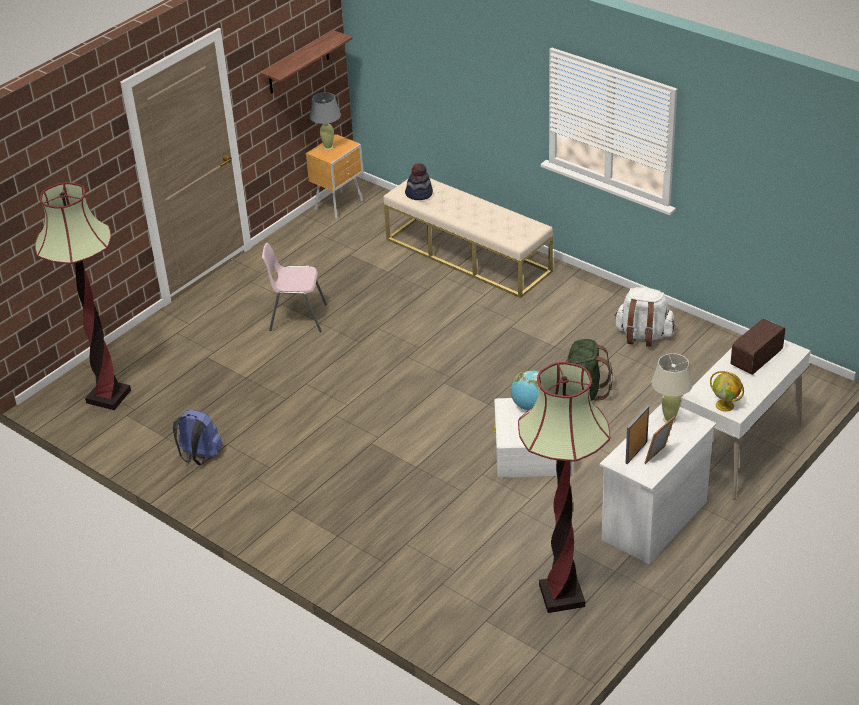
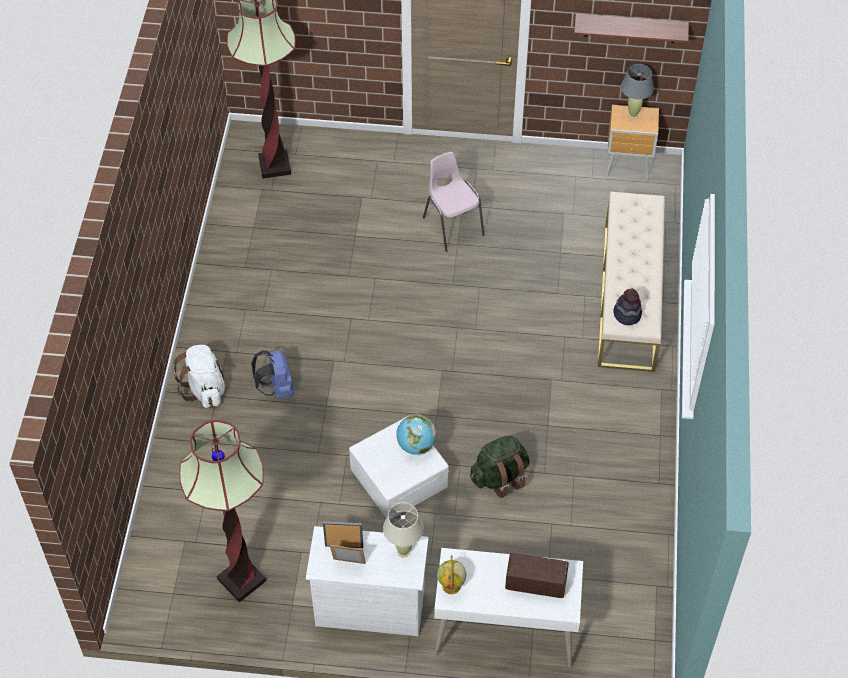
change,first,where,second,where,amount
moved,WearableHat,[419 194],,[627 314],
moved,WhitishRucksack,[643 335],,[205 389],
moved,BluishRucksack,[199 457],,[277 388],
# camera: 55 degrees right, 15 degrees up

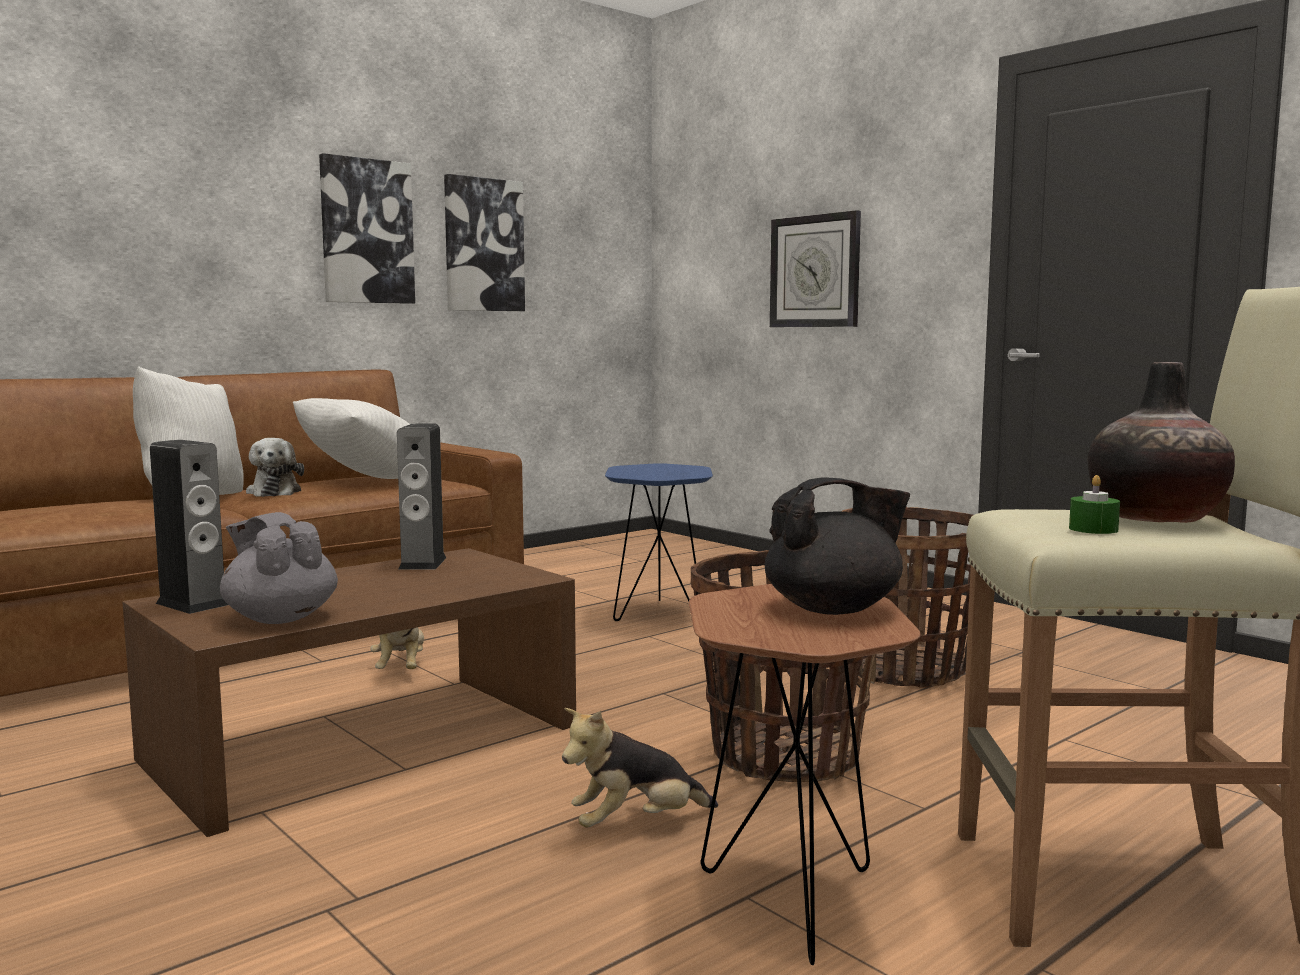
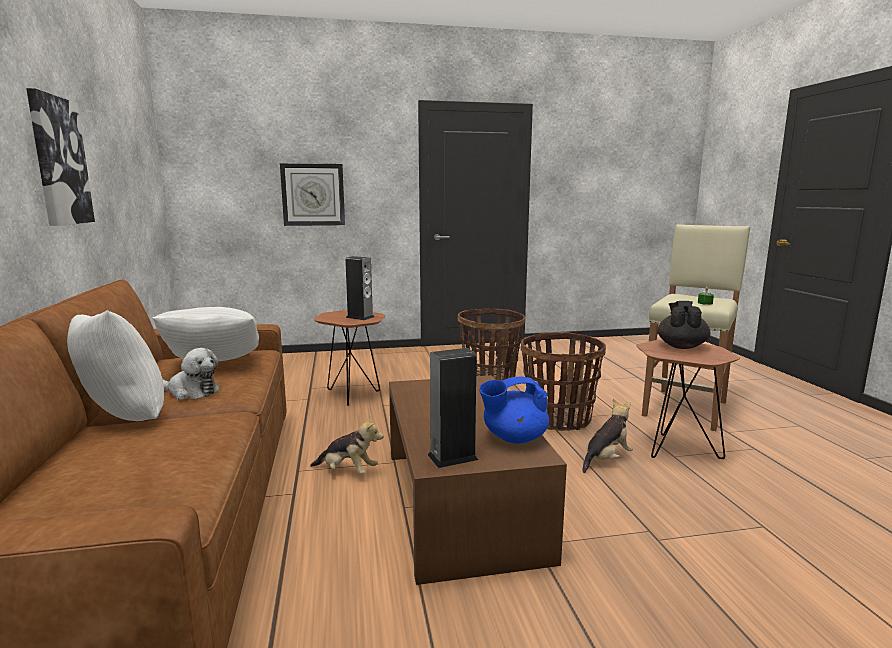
change,first,where,second,where,amount
removed,WallPicture,[483 245],,,
removed,DecorativeVase,[1156 517],,,
moved,Loudspeaker,[423 563],,[360 317],
recoloured,BluishSideTable,[658 615],BrownColouredSideTable,[353 395],
recoloured,GrayTeapot,[280 618],BluishTeapot,[513 438],
turned,SoftToy,[636 824],,[606 459],135 degrees counterclockwise
# camera: 60 degrees left, 5 degrees up

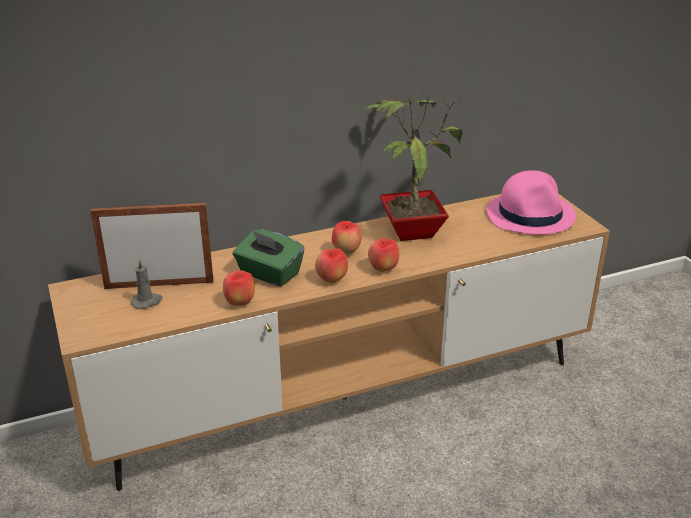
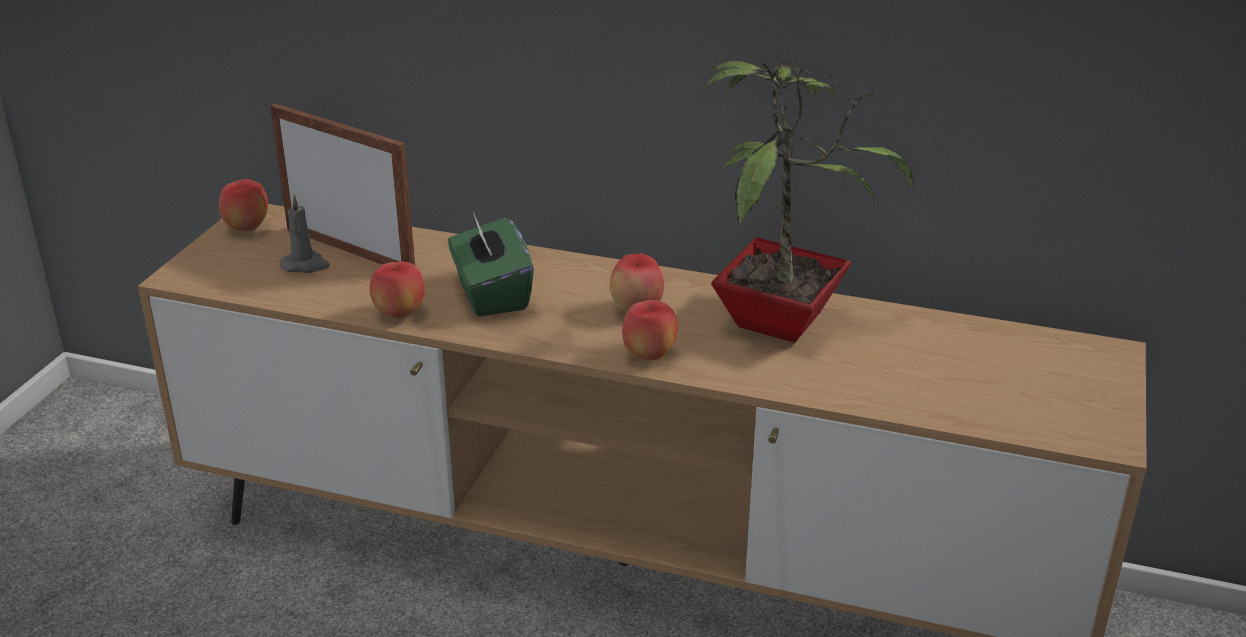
change,first,where,second,where,amount
removed,PinkWearableHat,[530 214],,,
moved,WholeApple,[331 280],,[247 228],
# camera: 40 degrees right, 0 degrees up

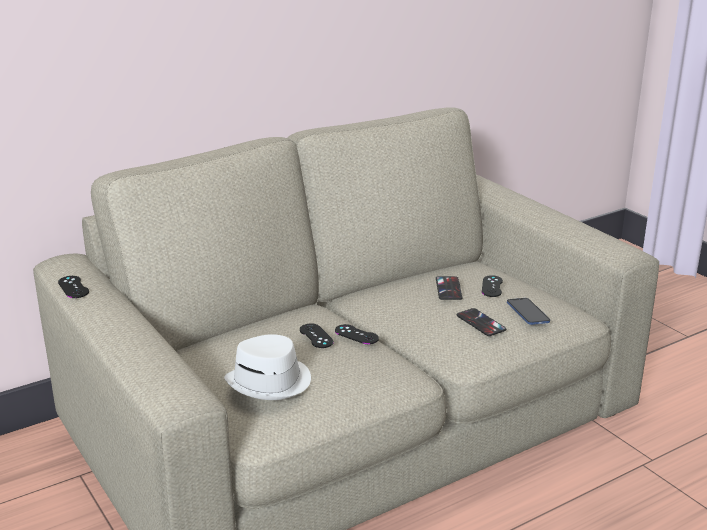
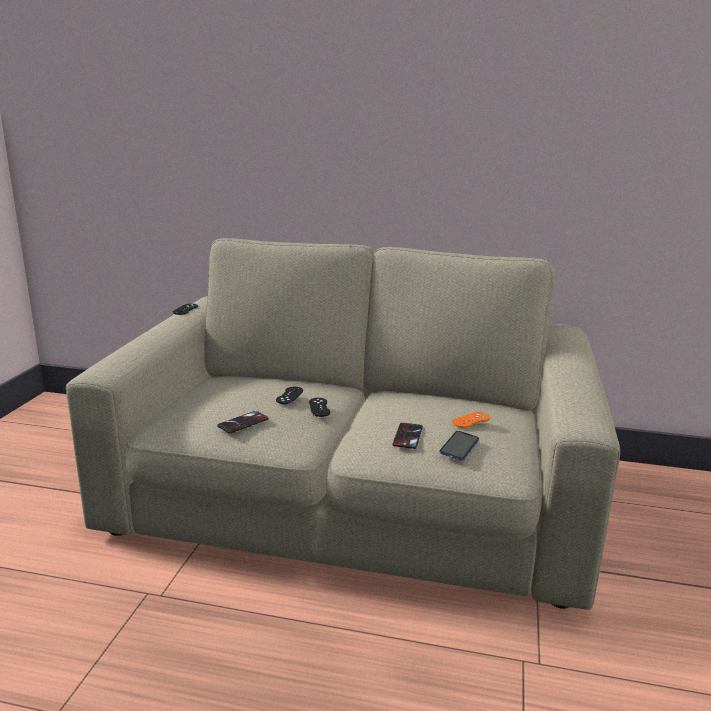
change,first,where,second,where,amount
recoloured,BlackColouredGameController,[492 286],OrangeyGameController,[471 420],
moved,Phone,[448 288],,[243 422],
removed,WhitishWearableHat,[270 382],,,
# camera: 45 degrees right, 5 degrees down

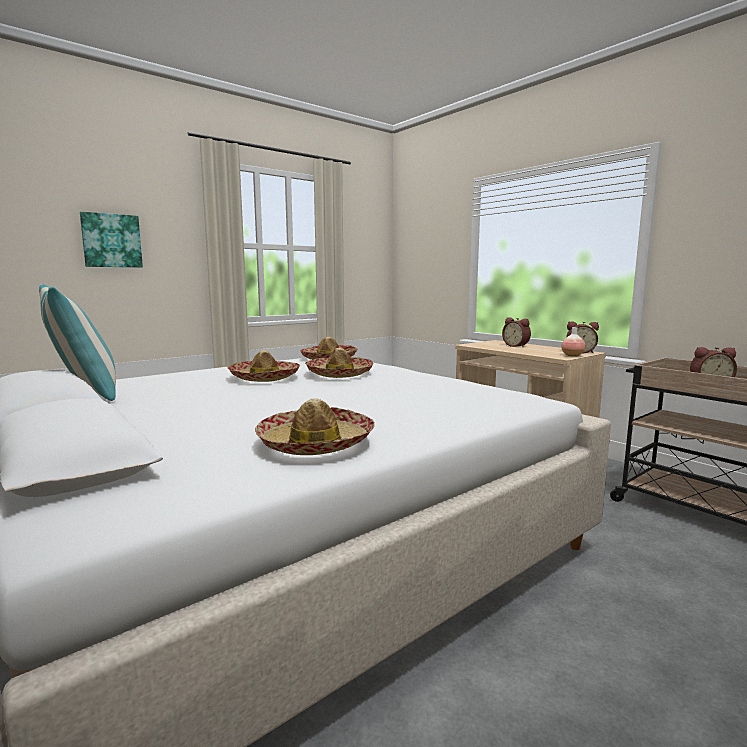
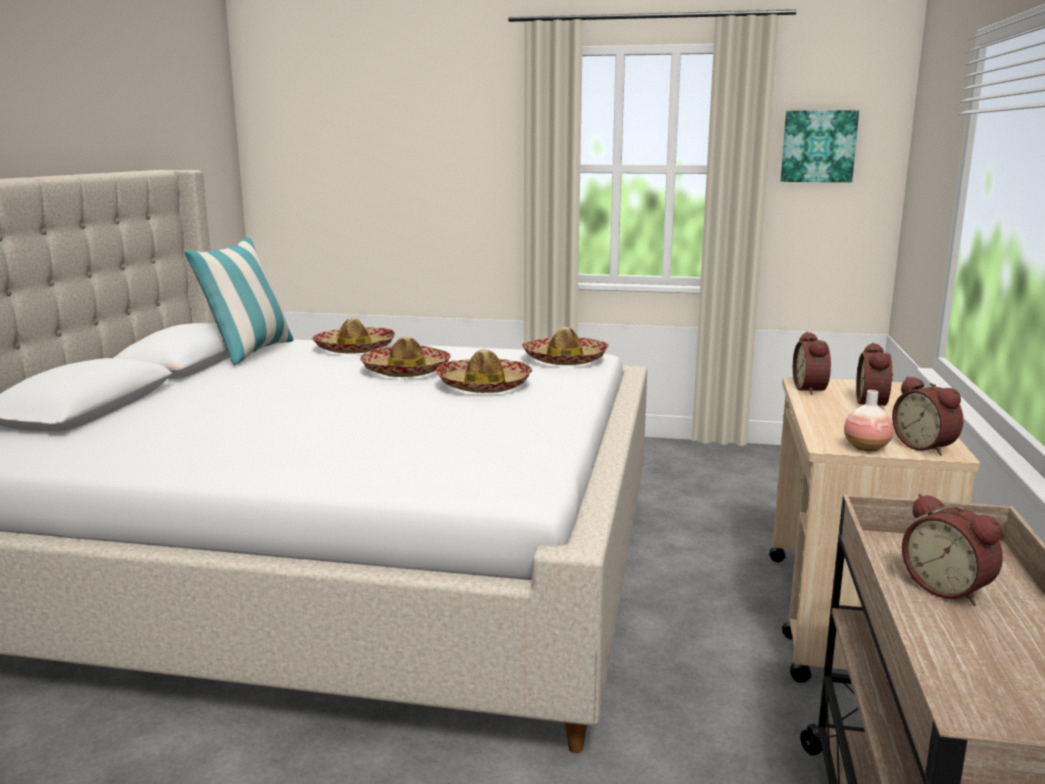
change,first,where,second,where,amount
moved,WallPicture,[111 240],,[818 146],
moved,WearableHat,[315 443],,[355 349],
added,,,BedsideClock,[812 389],
# camera: 50 degrees right, 5 degrees up

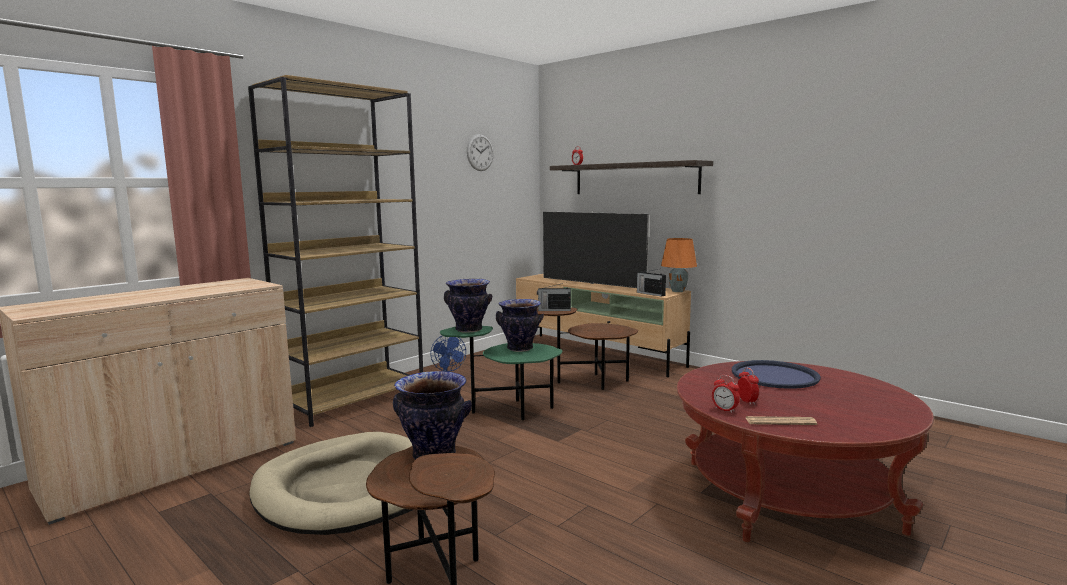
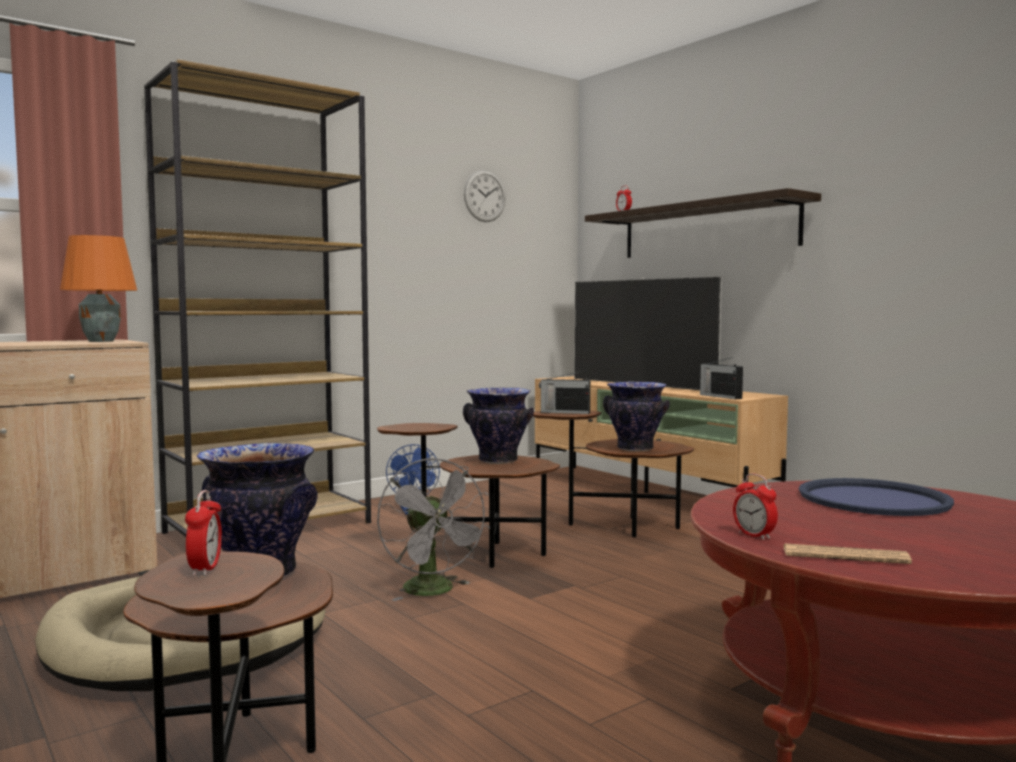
change,first,where,second,where,amount
moved,OrangeyTableLamp,[678 291],,[102 341],
moved,DecorativeVase,[468 330],,[635 449],
recoloured,GreenColouredSideTable,[508 411],BrownColouredSideTable,[476 554],
moved,BedsideClock,[747 401],,[205 569],
added,,,GrayElectricFan,[434 592],
# camera: 10 degrees right, 5 degrees down

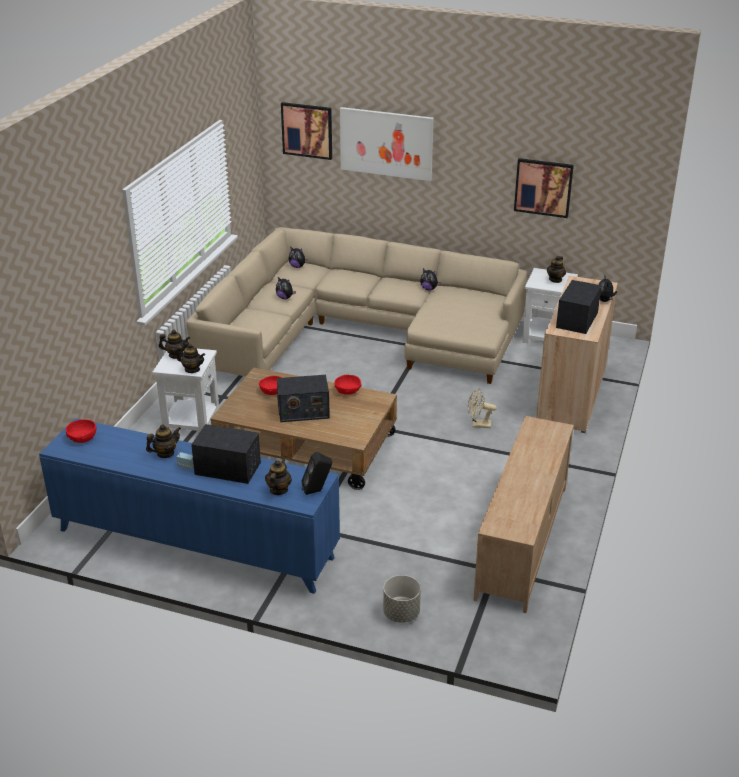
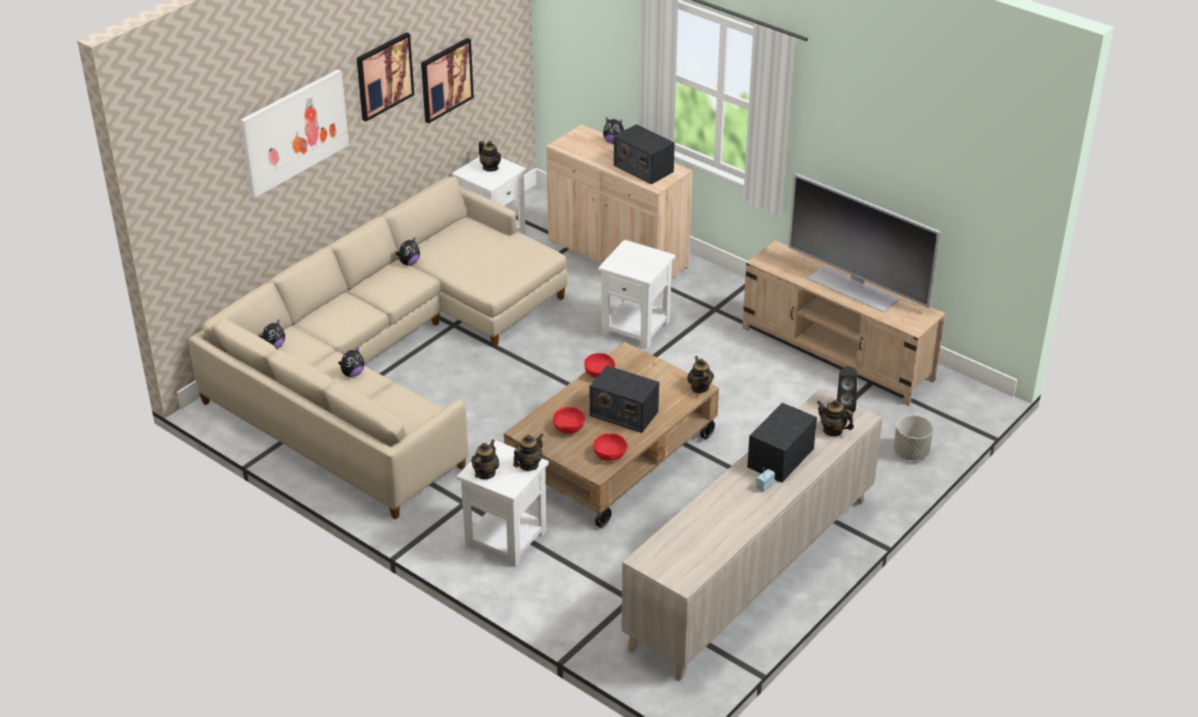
change,first,where,second,where,amount
moved,WallPicture,[307 130],,[384 76],
turned,RadioSet,[303 411],,[623 413],105 degrees clockwise
replaced,BeigeColouredElectricFan,[478 425],WhitishSideTable,[636 327],
recoloured,BluishStorageCabinet,[195 544],BeigeColouredStorageCabinet,[752 572],
moved,RedDeepDish,[82 438],,[610 455],
moved,Teapot,[165 453],,[699 388],
added,,,Television,[854 288],
# camera: 70 degrees left, 5 degrees up

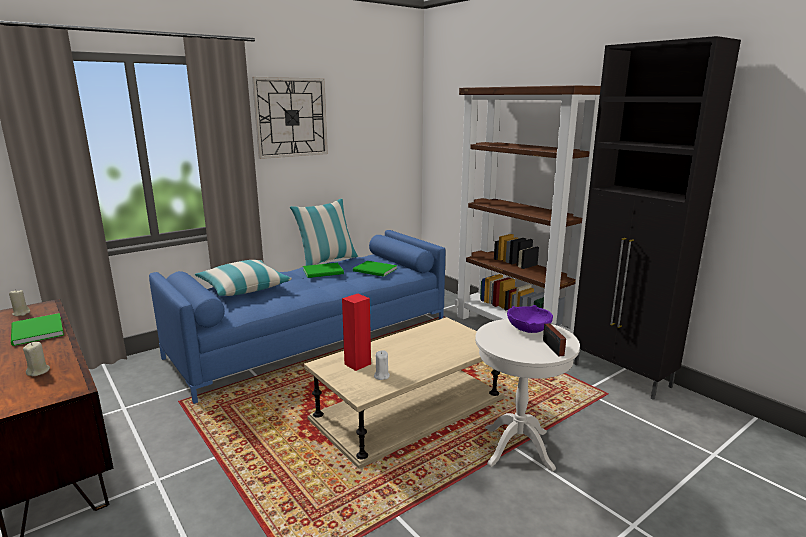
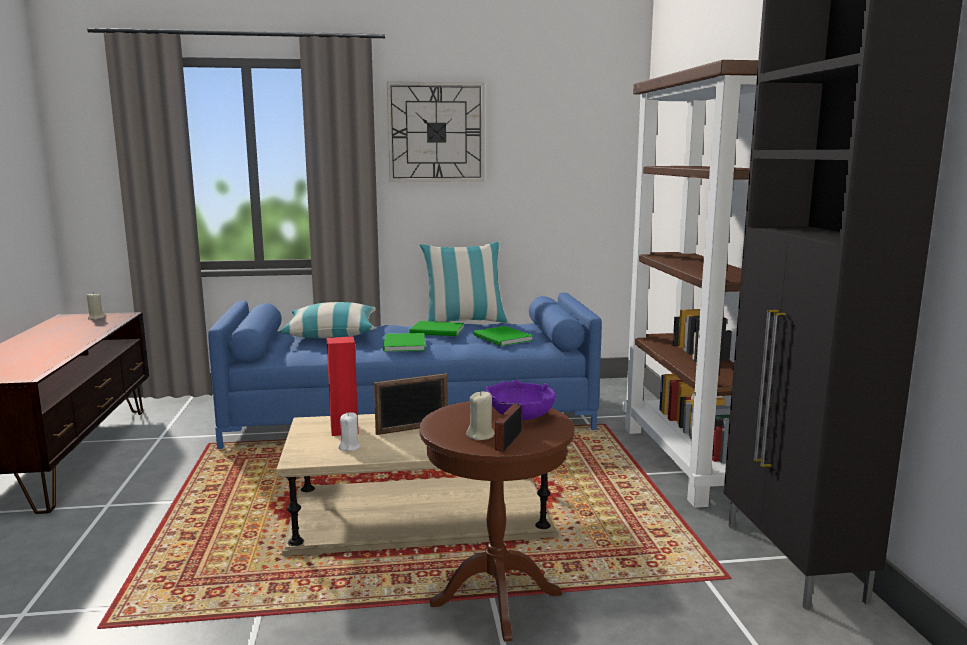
change,first,where,second,where,amount
moved,GreenColouredBook,[36 332],,[403 345],
recoloured,WhitishSideTable,[518 448],BrownColouredSideTable,[496 599],
moved,BeigeColouredWaxCandle,[38 371],,[481 435],
added,,,PhotoFrame,[412 429],
# camera: 30 degrees right, 5 degrees down

